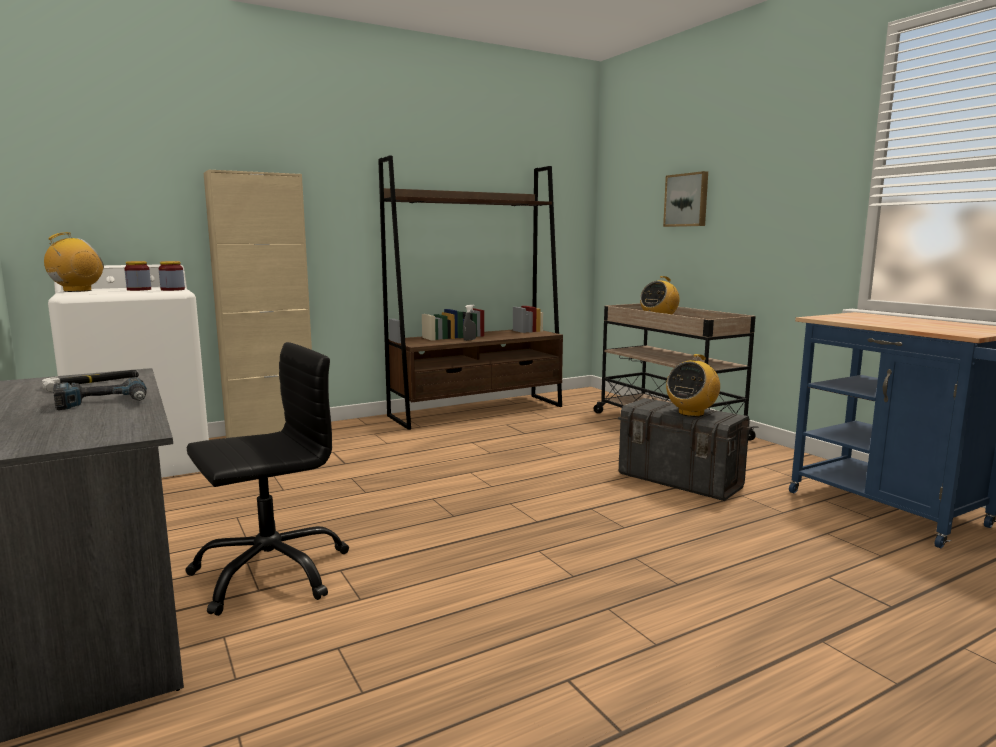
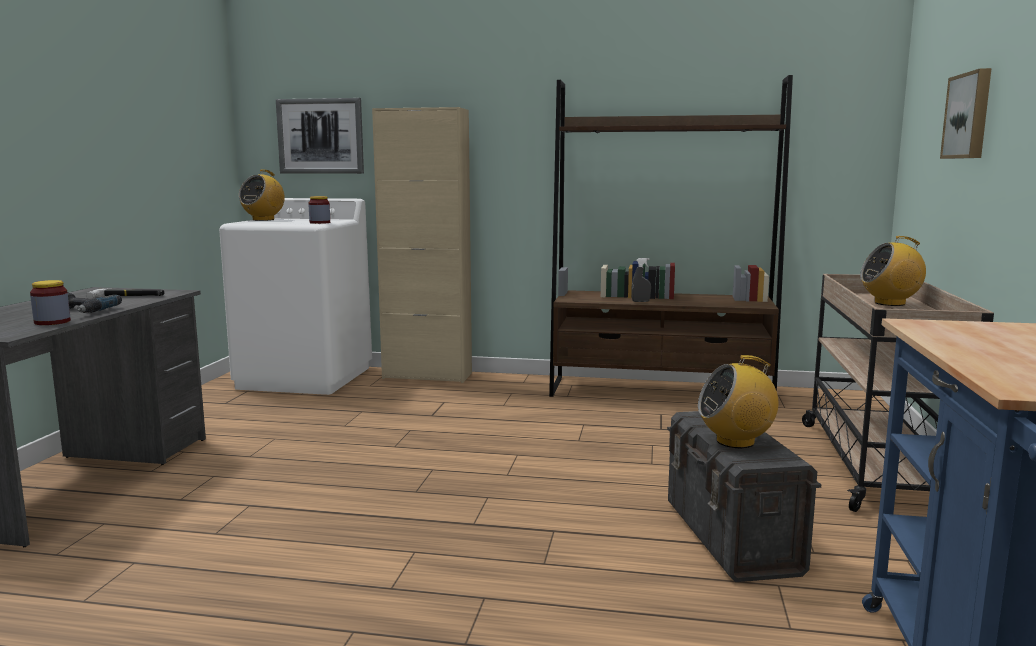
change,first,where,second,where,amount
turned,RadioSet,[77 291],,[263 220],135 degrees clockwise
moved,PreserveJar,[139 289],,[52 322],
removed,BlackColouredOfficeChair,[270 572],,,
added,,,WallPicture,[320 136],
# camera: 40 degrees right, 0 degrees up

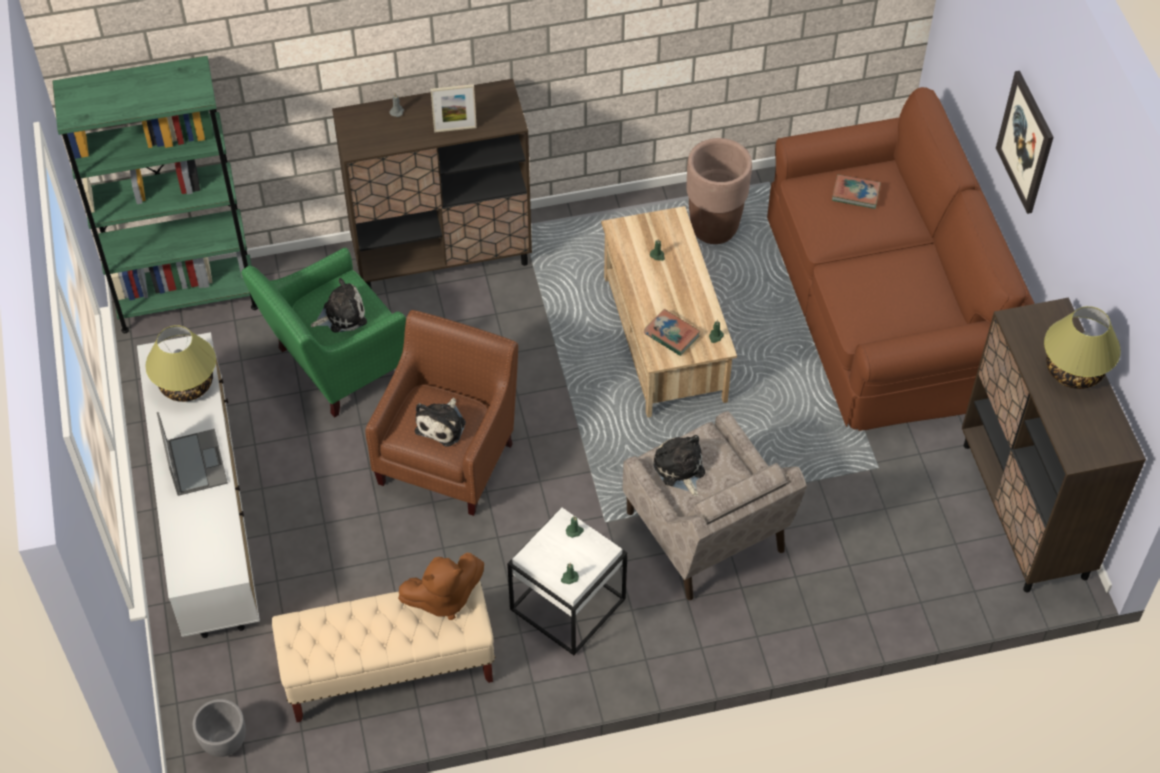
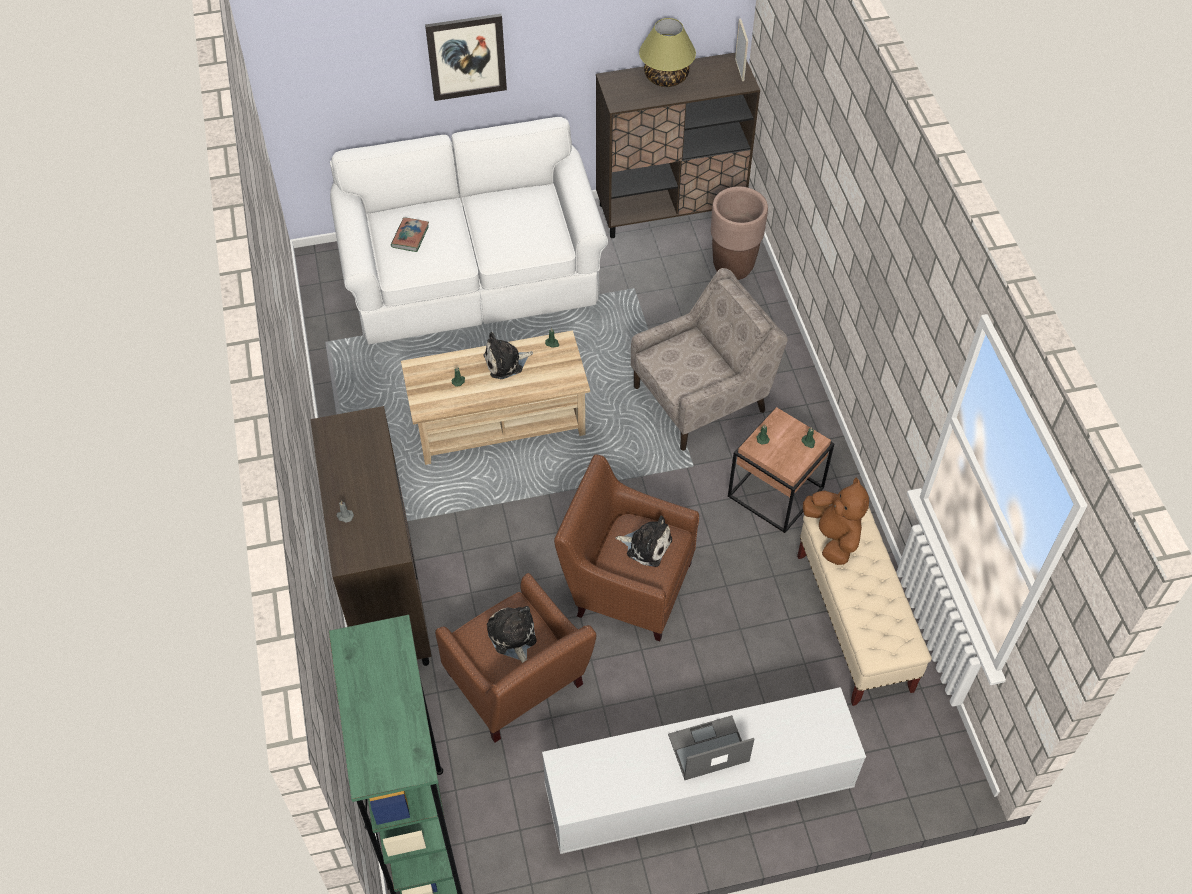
change,first,where,second,where,amount
moved,PhotoFrame,[455 129],,[739 69],
recoloured,BrownColouredSofa,[884 306],WhitishSofa,[472 274],
moved,BrownColouredPlantPot,[714 228],,[733 267],
recoloured,GreenColouredLoungeChair,[335 364],BrownColouredLoungeChair,[518 687],
removed,Book,[671 335],,,
removed,TableLamp,[187 385],,,
moved,SoftToy,[680 470],,[506 362],
recoloured,WhitishSideTable,[566 604],BrownColouredSideTable,[776 493],
removed,GrayPlantPot,[224 742],,,
# camera: 90 degrees left, 0 degrees up

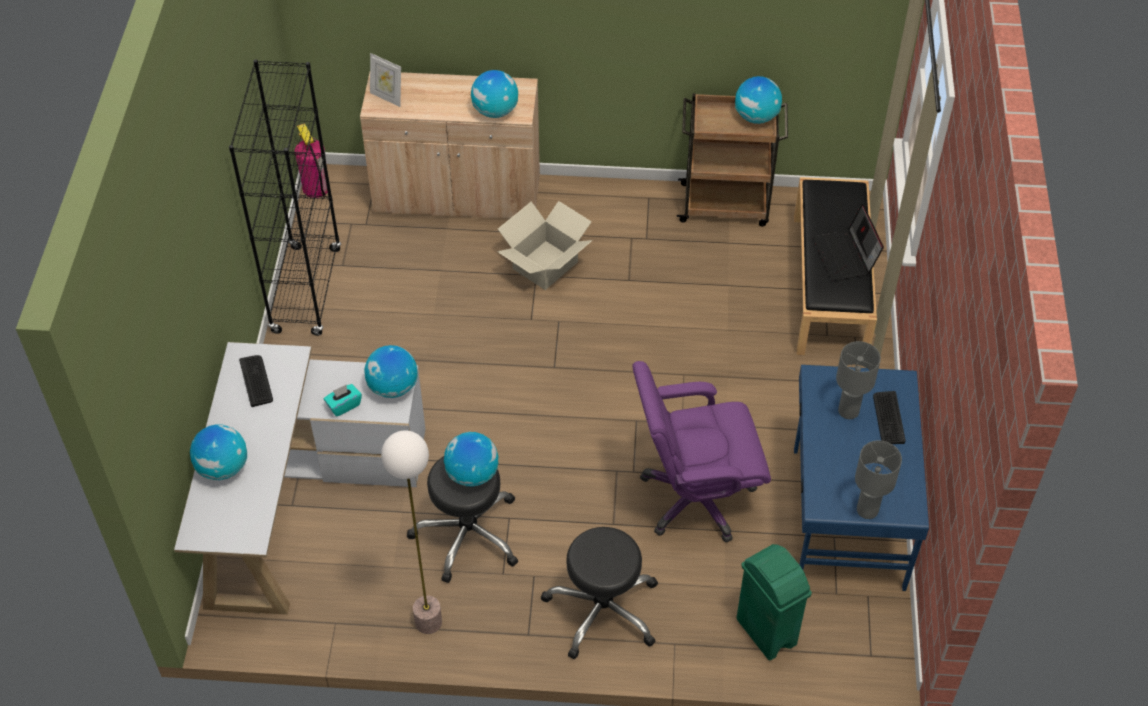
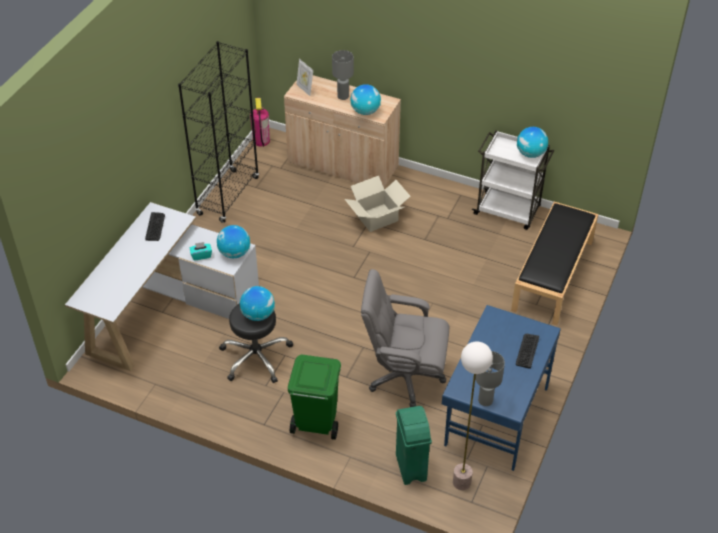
change,first,where,second,where,amount
recoloured,BrownColouredWheeledCart,[726 205],WhitishWheeledCart,[508 211],
removed,PortableComputer,[845 256],,,
moved,GrayTableLamp,[848 411],,[342 96],
recoloured,PurpleColouredOfficeChair,[695 498],GrayOfficeChair,[404 376],
removed,WorldGlobe,[223 468],,,
moved,StandingLamp,[428 622],,[462 482],
replaced,BlackColouredStoolSeat,[602 609],GreenColouredRubbishBin,[315 423],
# camera: 20 degrees right, 5 degrees down

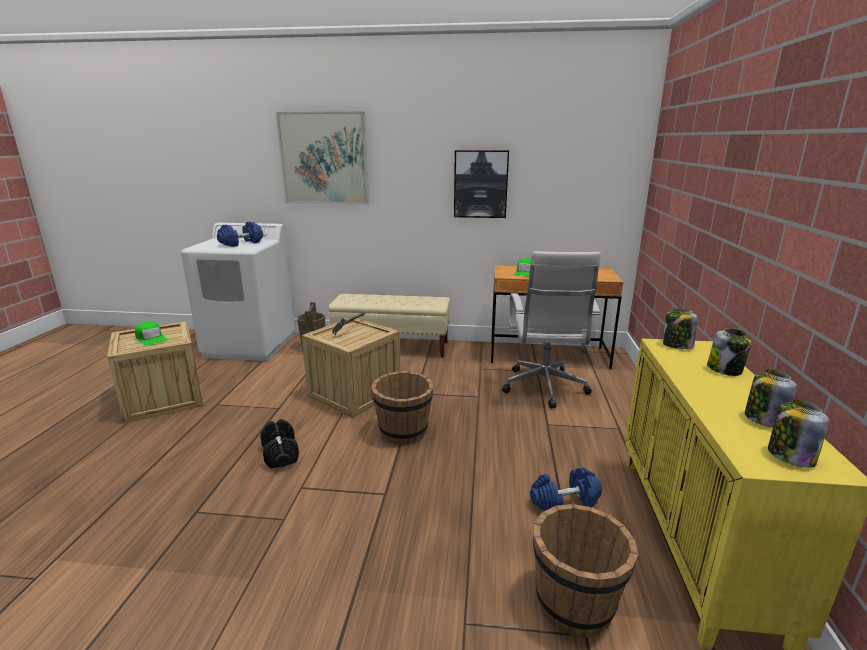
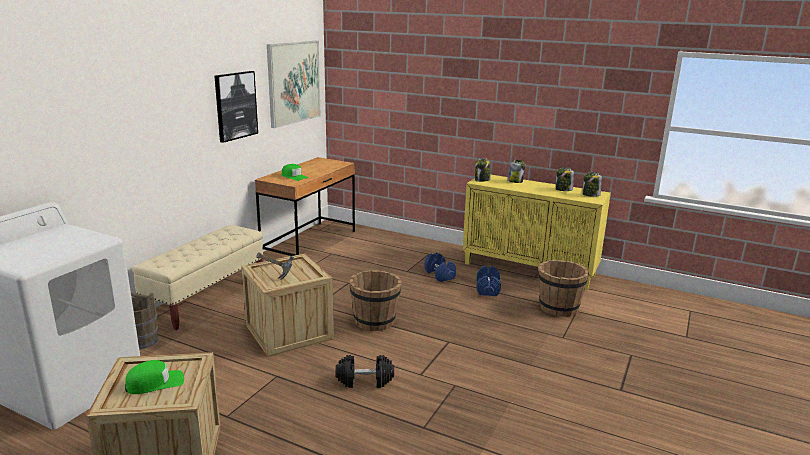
change,first,where,second,where,amount
moved,WallPicture,[324 159],,[294 82],
moved,BluishFreeWeight,[241 243],,[440 275],
removed,WhitishOfficeChair,[544 389],,,
# camera: 70 degrees left, 0 degrees up

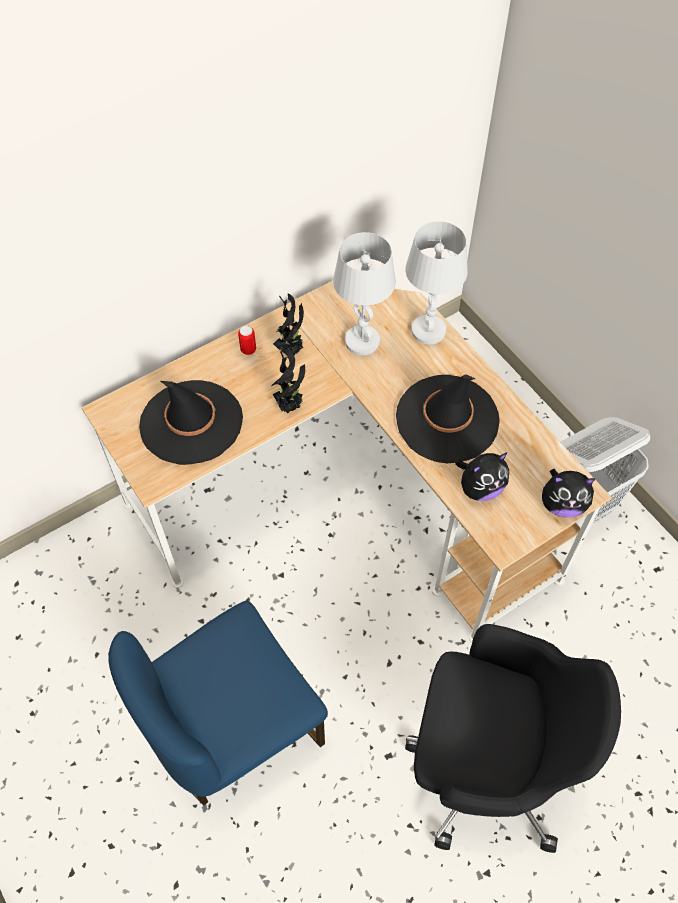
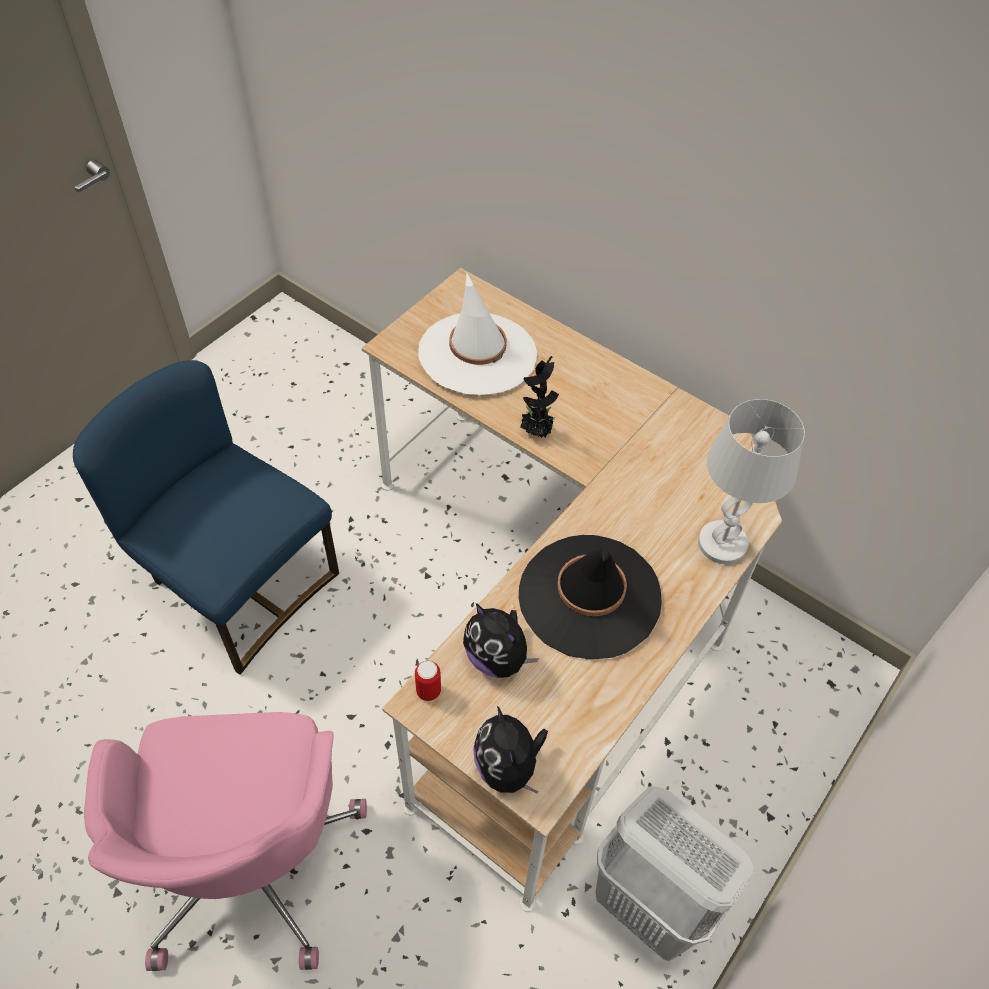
change,first,where,second,where,amount
removed,WhitishTableLamp,[361 341],,,
removed,PlantInAPot,[291 350],,,
moved,MetalCan,[248 350],,[428 691],
recoloured,BlackColouredWearableHat,[191 422],WhitishWearableHat,[477 354],
recoloured,BlackColouredOfficeChair,[484 763],PinkOfficeChair,[250 858],
# camera: 70 degrees right, 5 degrees down

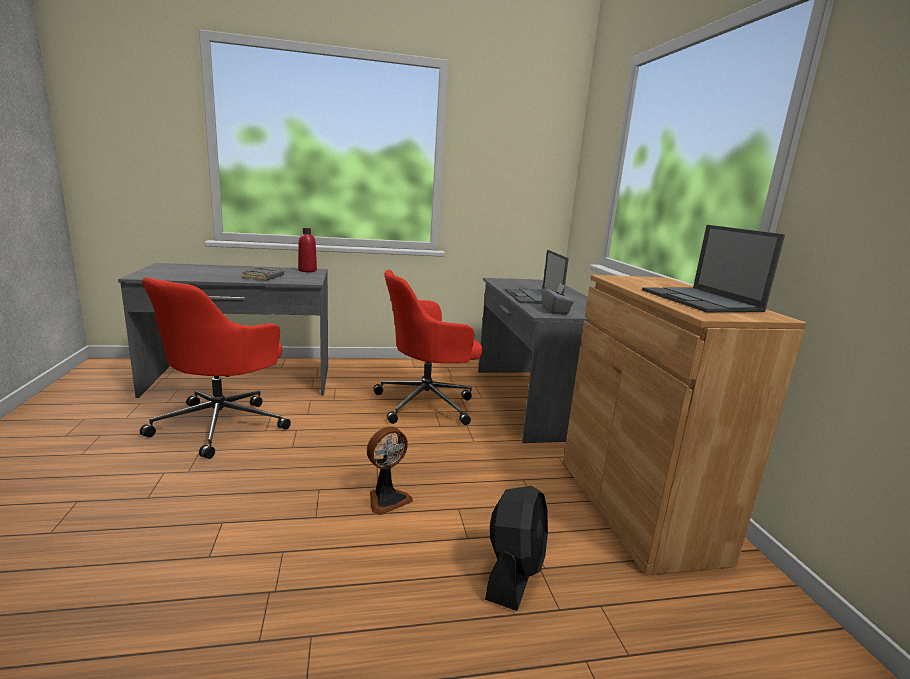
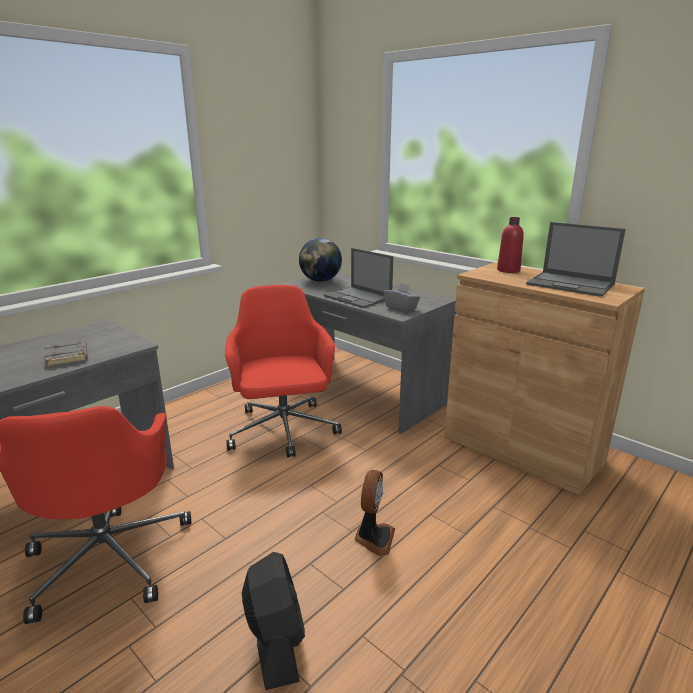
change,first,where,second,where,amount
moved,RedDrinkBottle,[307 270],,[508 270],
turned,RedOfficeChair,[427 403],,[283 431],135 degrees clockwise
moved,BlackColouredElectricFan,[514 572],,[275 641],
added,,,WorldGlobe,[320 281],
# camera: 35 degrees left, 5 degrees up

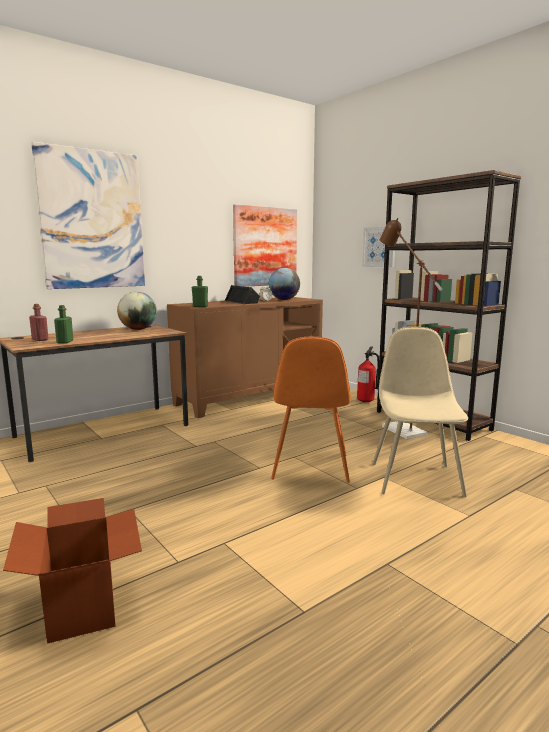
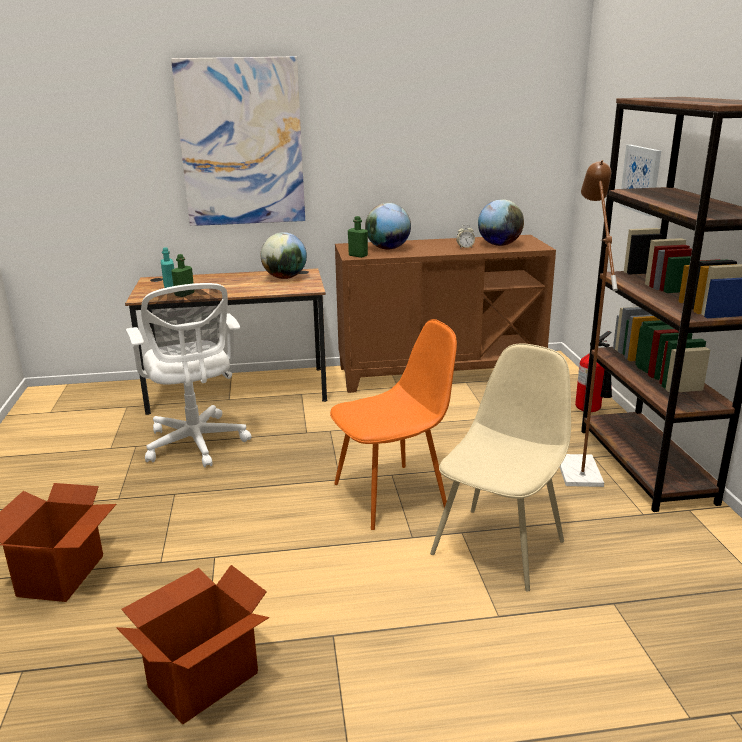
change,first,where,second,where,amount
removed,WallPicture,[265 246],,,
removed,BlackColouredLoudspeaker,[242 302],,,
recoloured,RedDrinkBottle,[40 339],TurquoiseColouredDrinkBottle,[170 286],
turned,OrangeyChair,[310 468],,[392 495],150 degrees counterclockwise
added,,,WorldGlobe,[388 248],
added,,,WhitishOfficeChair,[196 444],
added,,,PackingBox,[202 679],
# camera: 30 degrees right, 10 degrees up

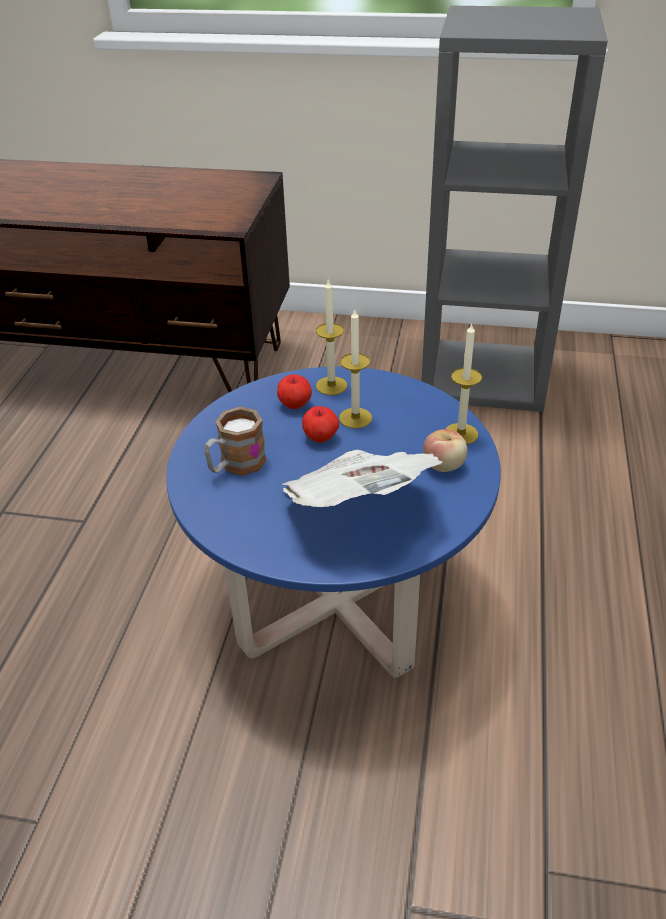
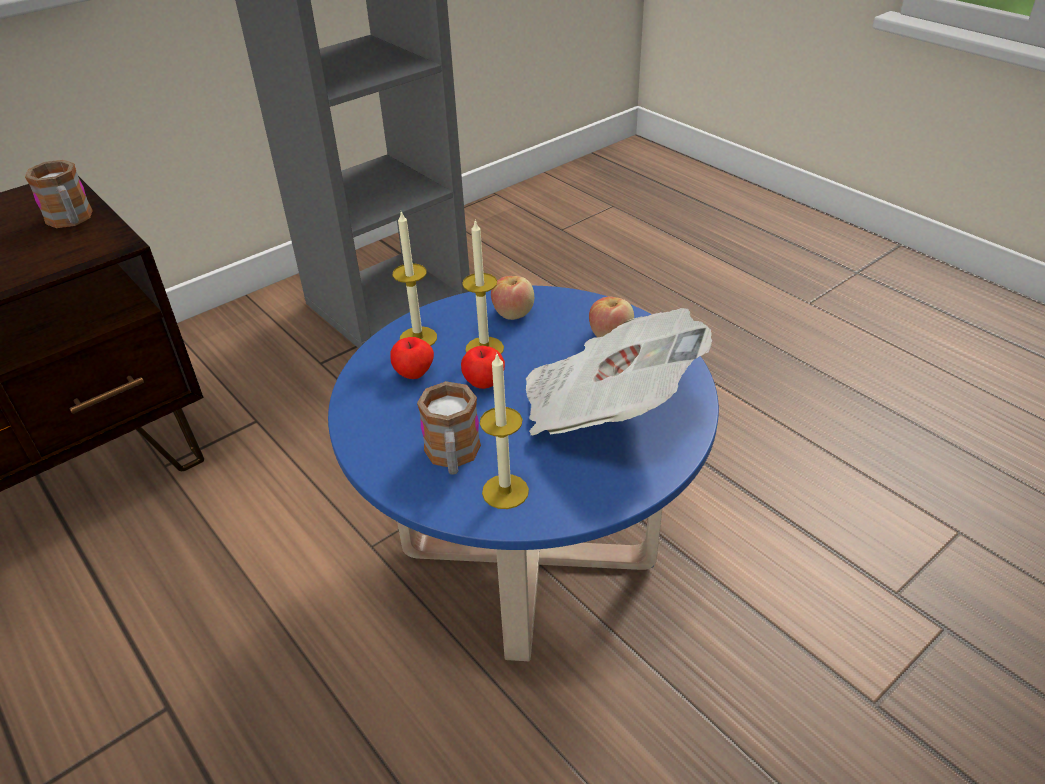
change,first,where,second,where,amount
moved,WaxCandle,[461 434],,[505 491],
added,,,CoffeeMug,[71 220],
added,,,WholeApple,[513 313],
# camera: 50 degrees left, 0 degrees up

